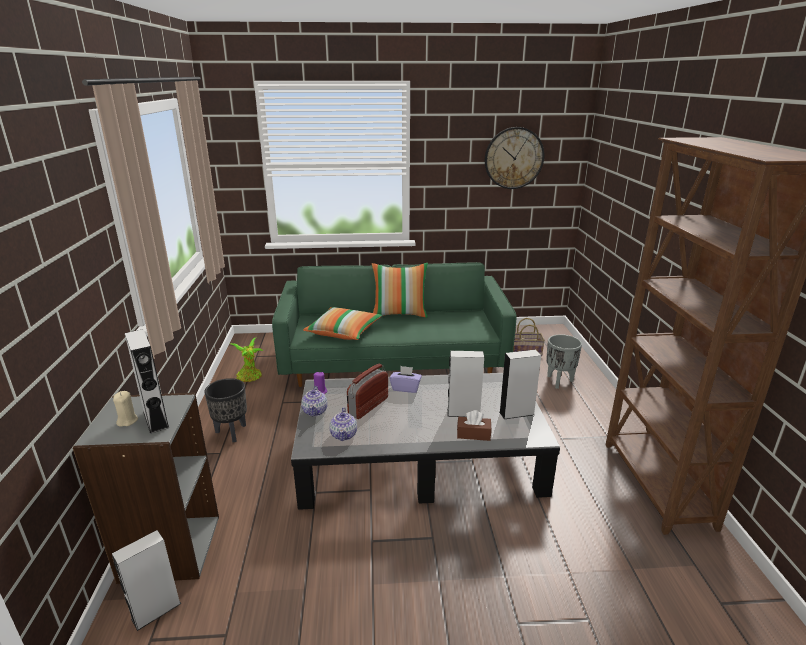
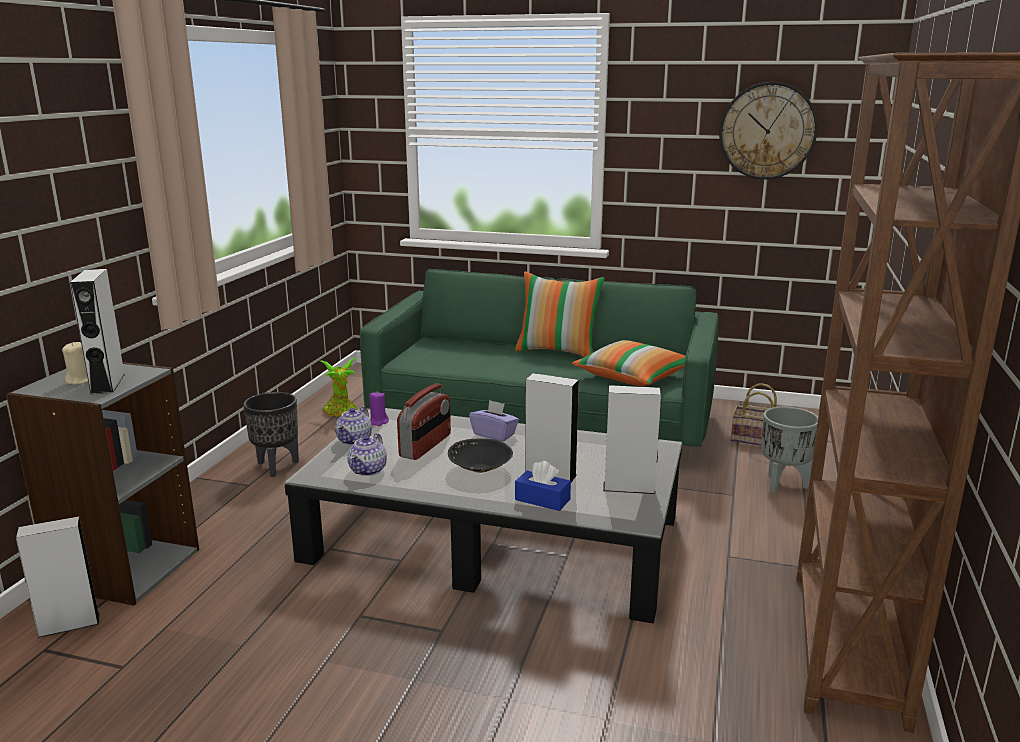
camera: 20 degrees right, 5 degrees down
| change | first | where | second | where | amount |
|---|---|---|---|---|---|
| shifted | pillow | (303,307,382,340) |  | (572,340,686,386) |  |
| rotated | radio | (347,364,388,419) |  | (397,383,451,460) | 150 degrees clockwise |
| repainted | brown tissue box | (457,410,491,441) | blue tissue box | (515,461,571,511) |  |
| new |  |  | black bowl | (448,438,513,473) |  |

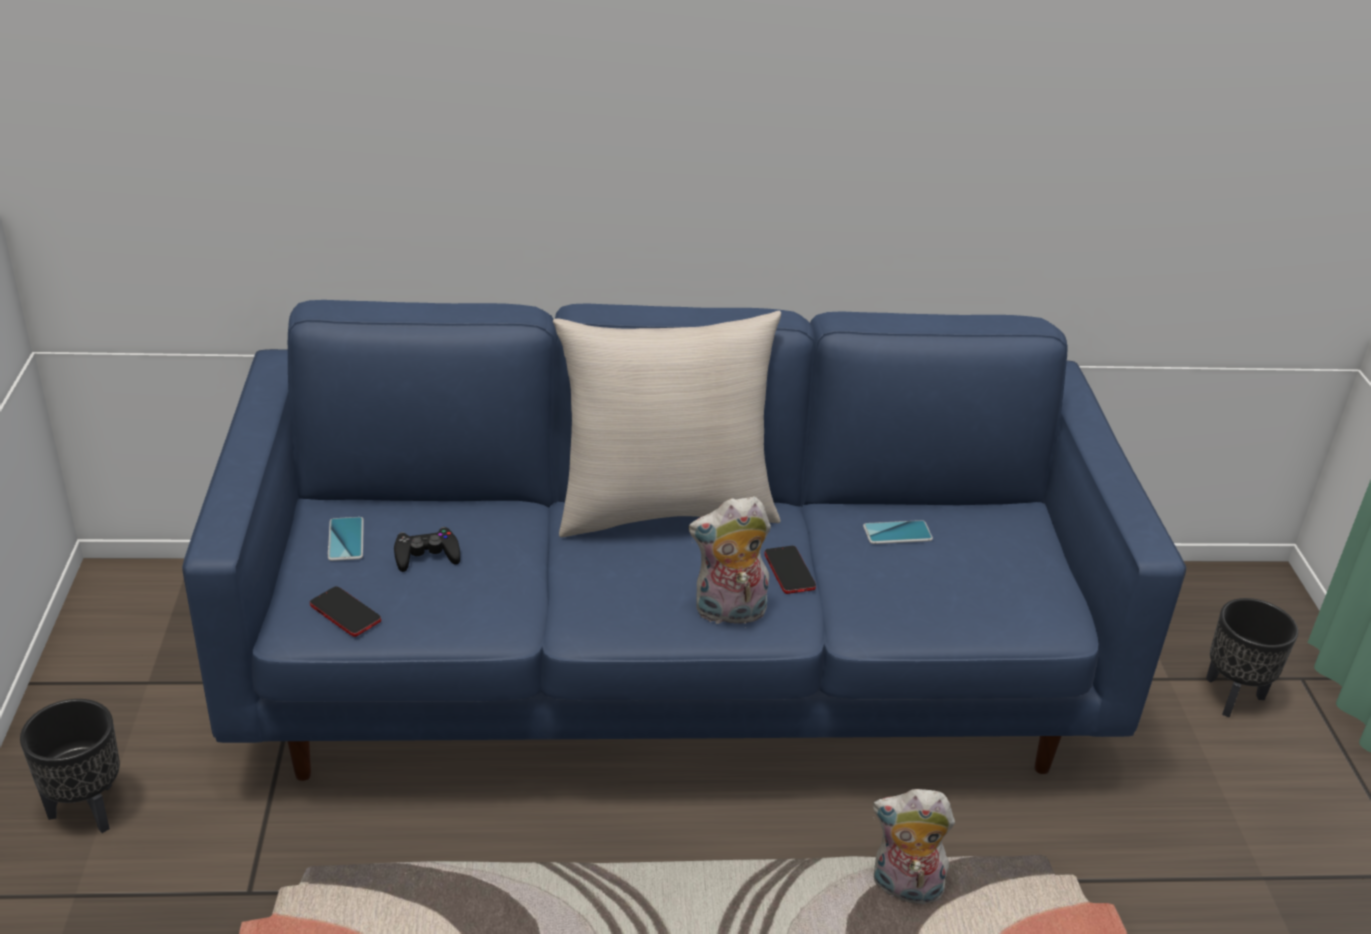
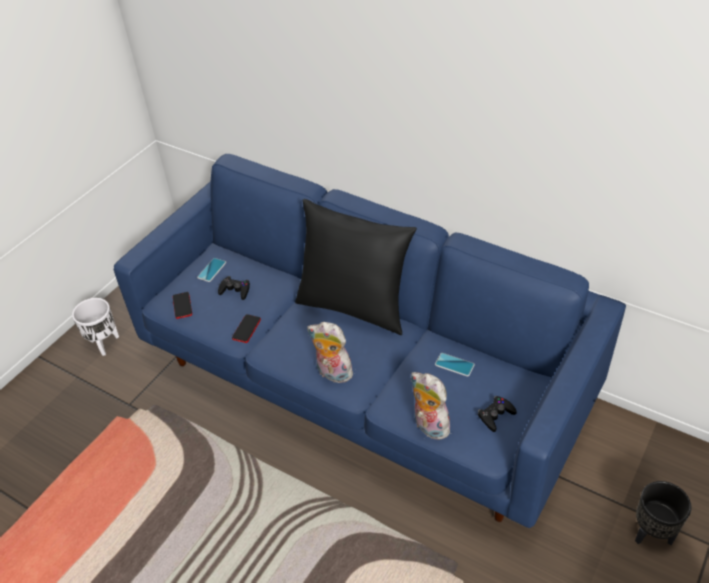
camera: 40 degrees right, 10 degrees up
| change | first | where | second | where | amount |
|---|---|---|---|---|---|
| repainted | beige pillow | (553,311,781,537) | black pillow | (295,199,417,335) |  |
| shifted | phone | (765,546,816,594) |  | (232,314,261,343) |  |
| repainted | black planter | (20,699,120,833) | white planter | (72,298,119,356) |  |
| shifted | plush toy | (873,789,955,904) |  | (411,372,453,440) |  |
| new |  |  | black game controller | (478,396,517,432) |  |

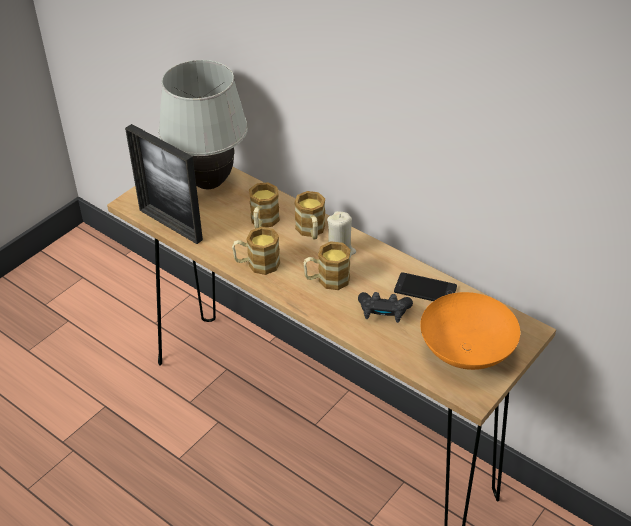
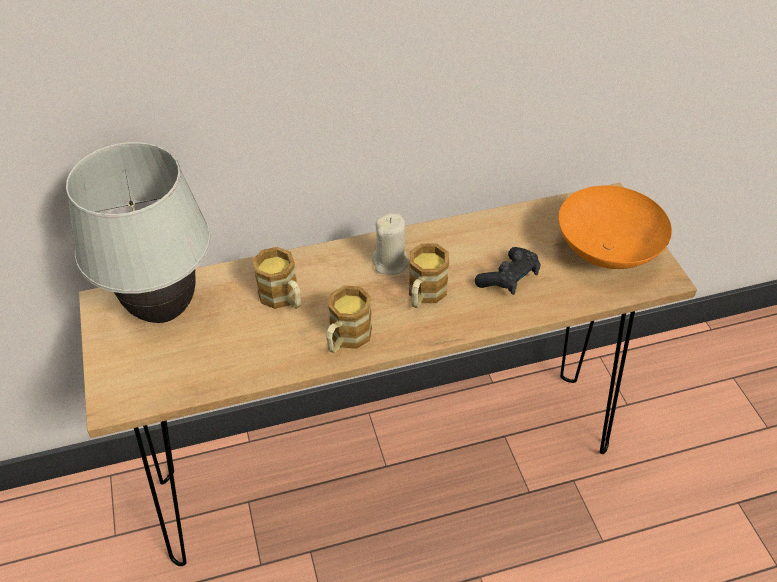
camera: 55 degrees left, 5 degrees up
| change | first | where | second | where | amount |
|---|---|---|---|---|---|
| gone | picture frame | (125,124,203,244) |  |  |  |
| gone | mug | (294,191,325,239) |  |  |  |
| gone | phone | (394,272,457,301) |  |  |  |

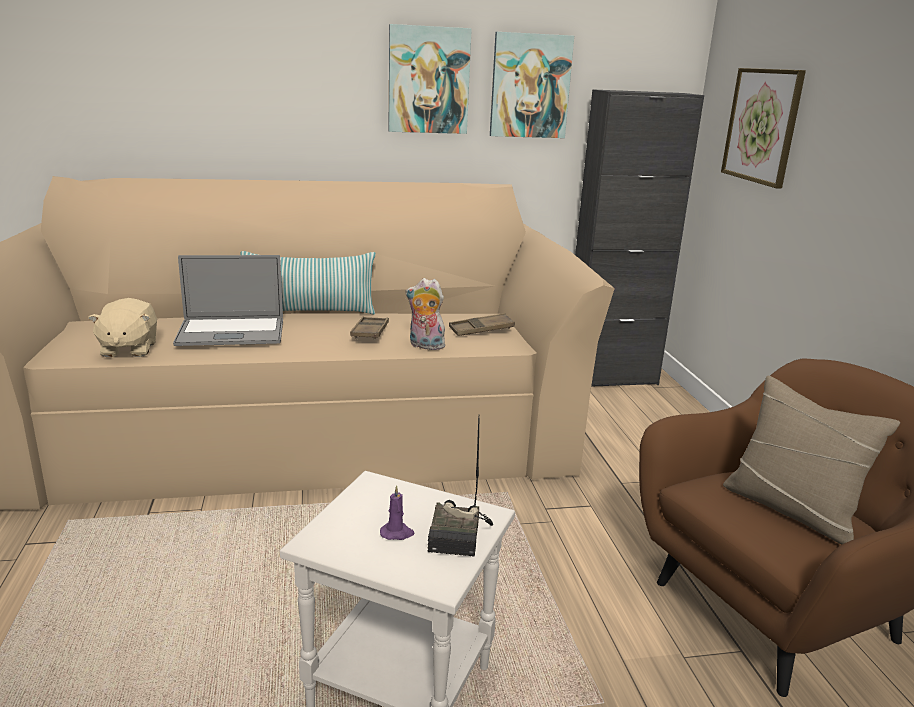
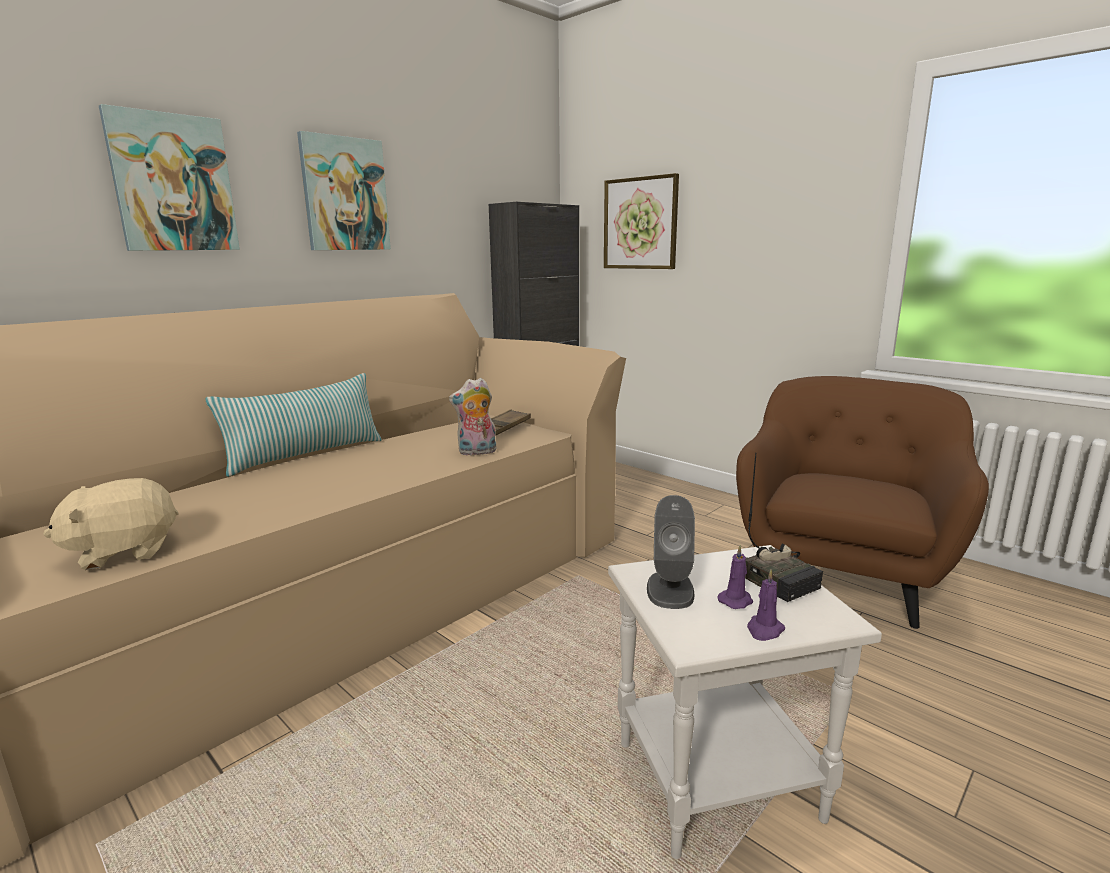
camera: 35 degrees left, 5 degrees down
| change | first | where | second | where | amount |
|---|---|---|---|---|---|
| shifted | picture | (490,32,574,138) |  | (99,104,240,251) |  |
| gone | laptop | (173,255,283,346) |  |  |  |
| rotated | beige plush toy | (88,298,157,357) |  | (43,478,179,570) | 105 degrees clockwise |
| gone | brown tray | (350,317,389,340) |  |  |  |
| gone | beige pillow | (723,376,900,545) |  |  |  |
| new |  |  | grey speaker | (647,495,695,609) |  |
| new |  |  | purple candle | (747,569,785,641) |  |

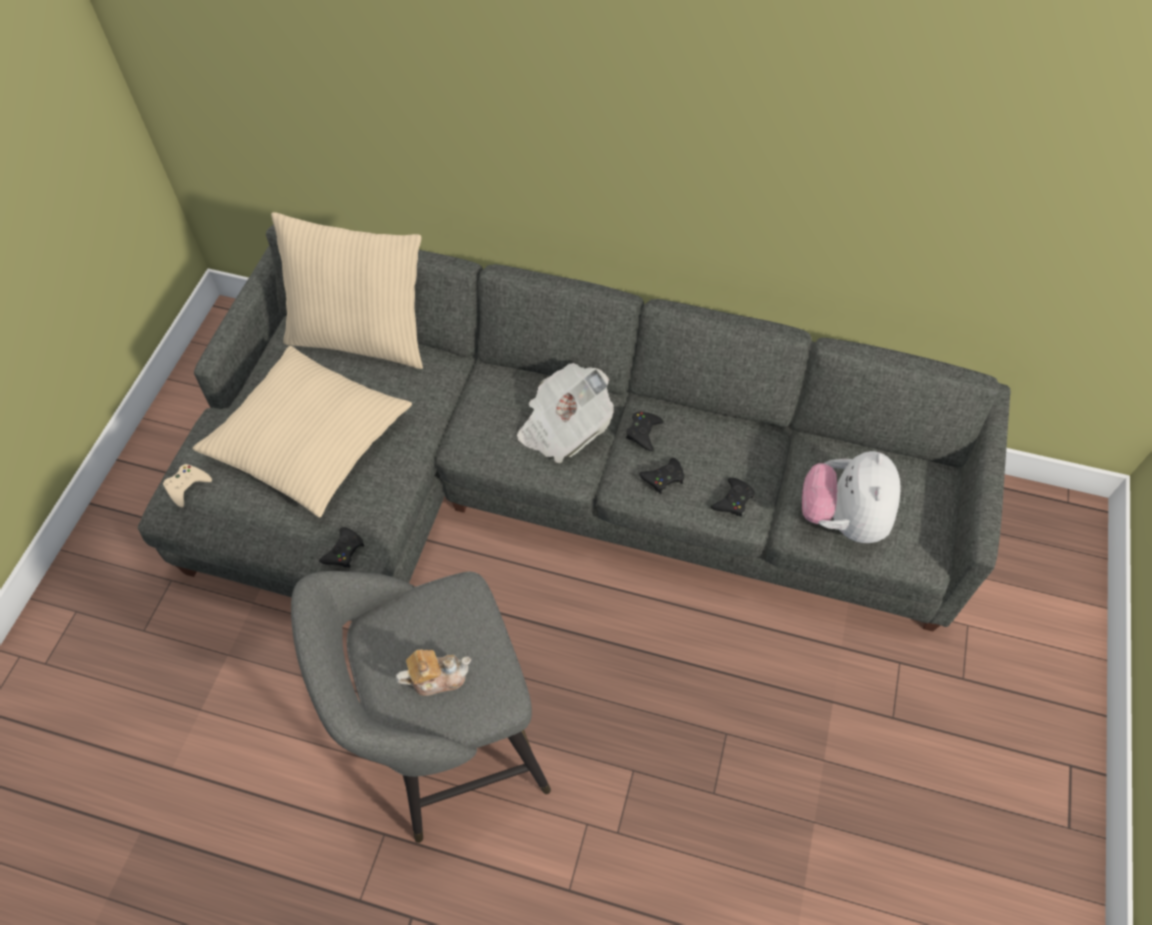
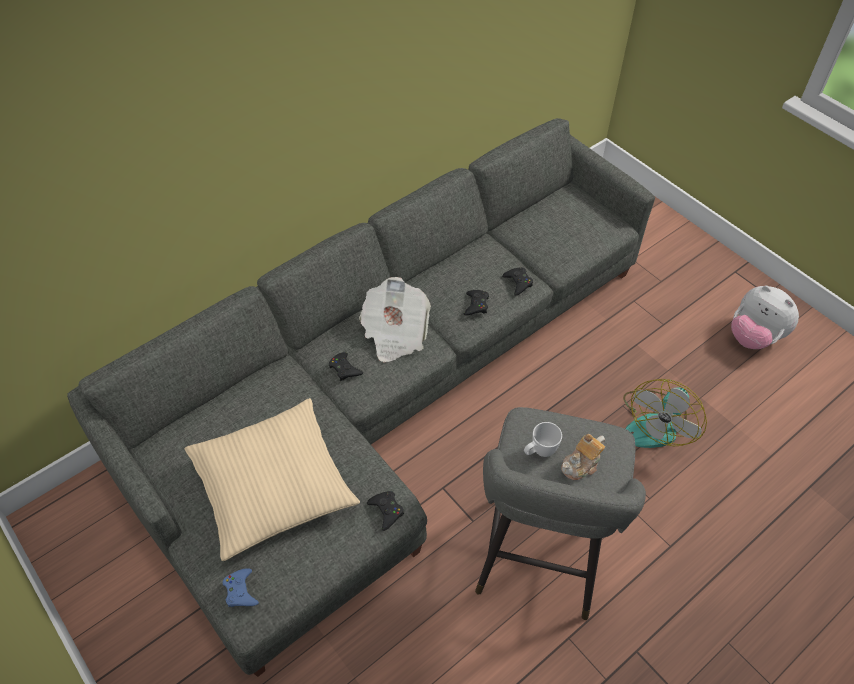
camera: 55 degrees left, 5 degrees down
| change | first | where | second | where | amount |
|---|---|---|---|---|---|
| gone | beige pillow | (271,212,423,369) |  |  |  |
| shifted | black game controller | (626,412,663,451) |  | (329,352,363,381) |  |
| shifted | plush toy | (802,451,901,543) |  | (731,286,799,349) |  |
| repainted | beige game controller | (163,464,212,508) | blue game controller | (223,568,259,607) |  |
| rotated | teapot | (396,649,471,696) |  | (561,434,605,480) | 150 degrees counterclockwise |
| new |  |  | fan | (623,379,707,448) |  |
| new |  |  | white mug | (524,422,562,457) |  |

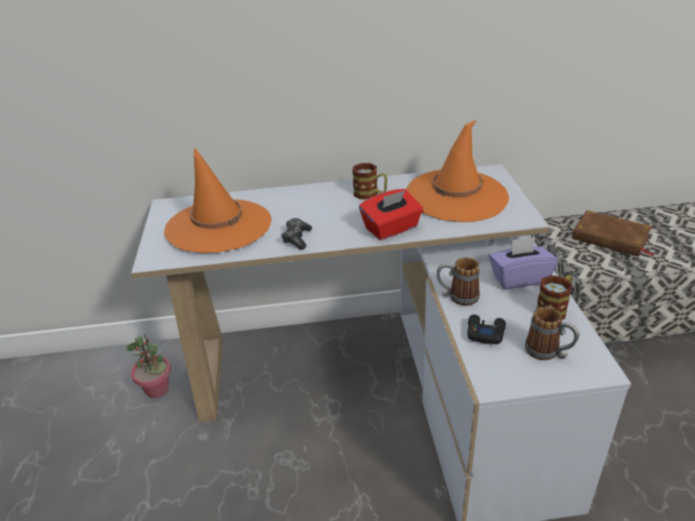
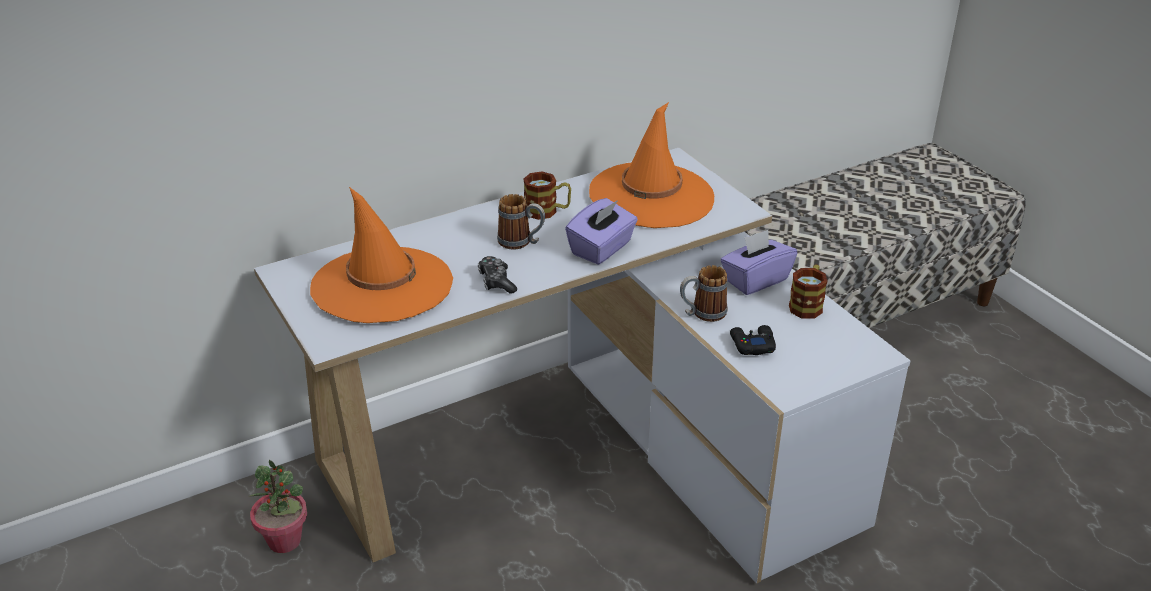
camera: 25 degrees left, 0 degrees up
| change | first | where | second | where | amount |
|---|---|---|---|---|---|
| repainted | red tissue box | (359,189,423,240) | purple tissue box | (565,198,638,265) |  |
| gone | brown book | (572,210,654,257) |  |  |  |
| shifted | mug | (525,306,579,360) |  | (497,194,545,250) |  |

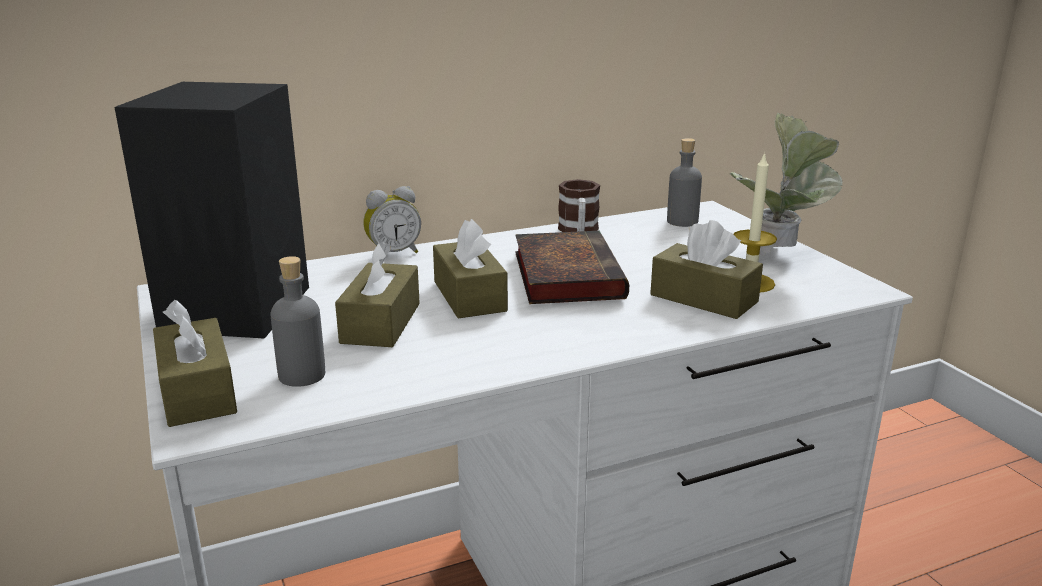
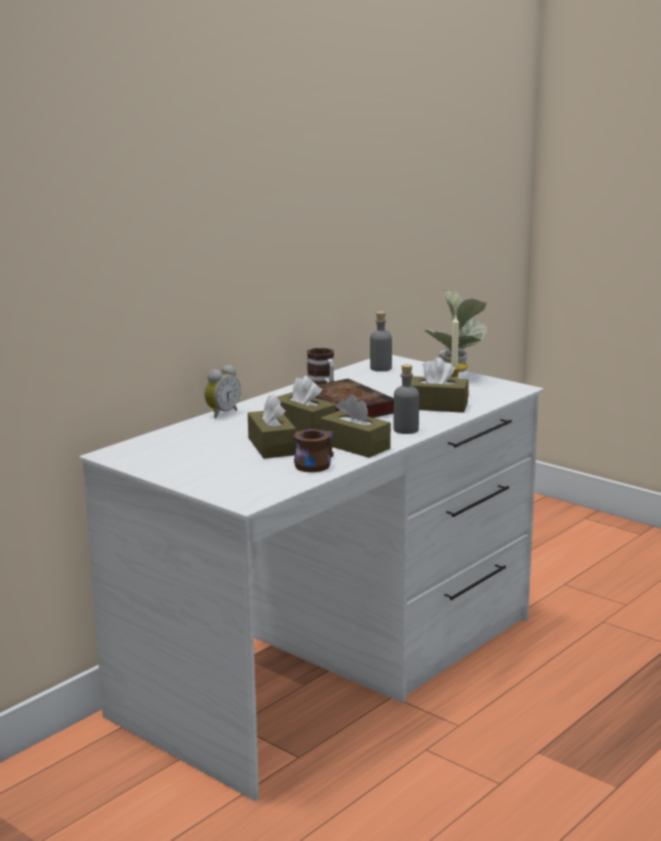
camera: 25 degrees left, 5 degrees down
| change | first | where | second | where | amount |
|---|---|---|---|---|---|
| gone | black speaker | (115,82,309,338) |  |  |  |
| shifted | grey bottle | (270,256,325,387) |  | (394,364,419,434) |  |
| shifted | brown tissue box | (153,300,237,427) |  | (321,395,391,458) |  |
| new |  |  | brown mug | (294,429,334,472) |  |

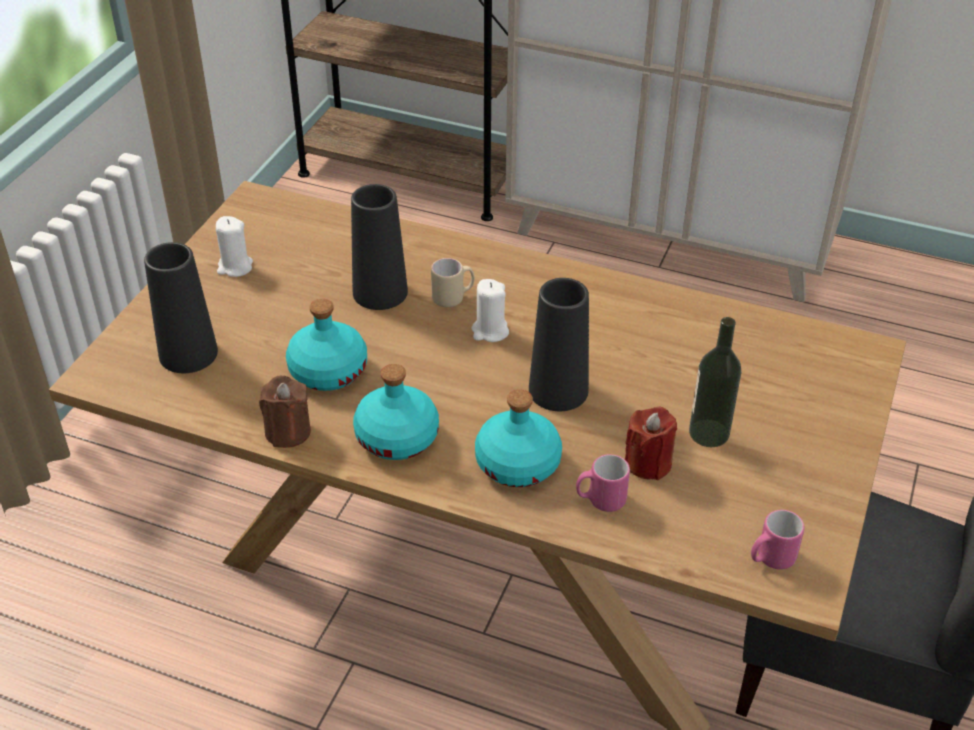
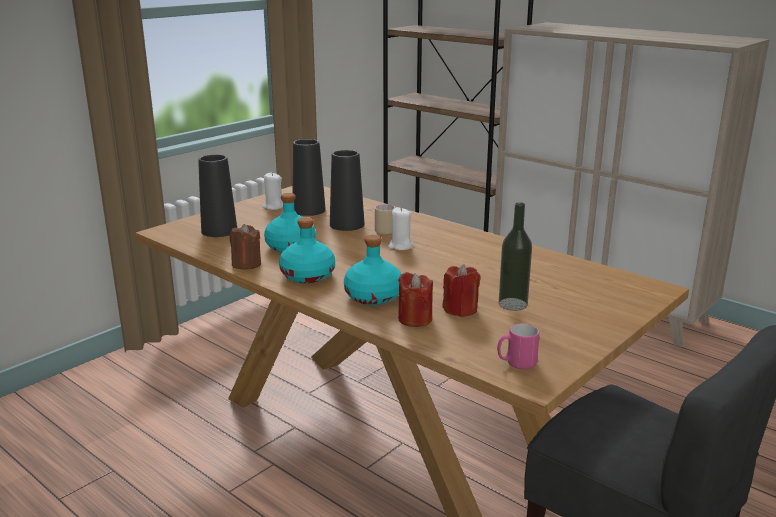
camera: 20 degrees right, 20 degrees down
| change | first | where | second | where | amount |
|---|---|---|---|---|---|
| shifted | black vase | (529,278,589,411) |  | (292,139,326,216) |  |
| swapped | pink mug | (576,454,630,512) | red candle | (398,272,433,327) |  |

